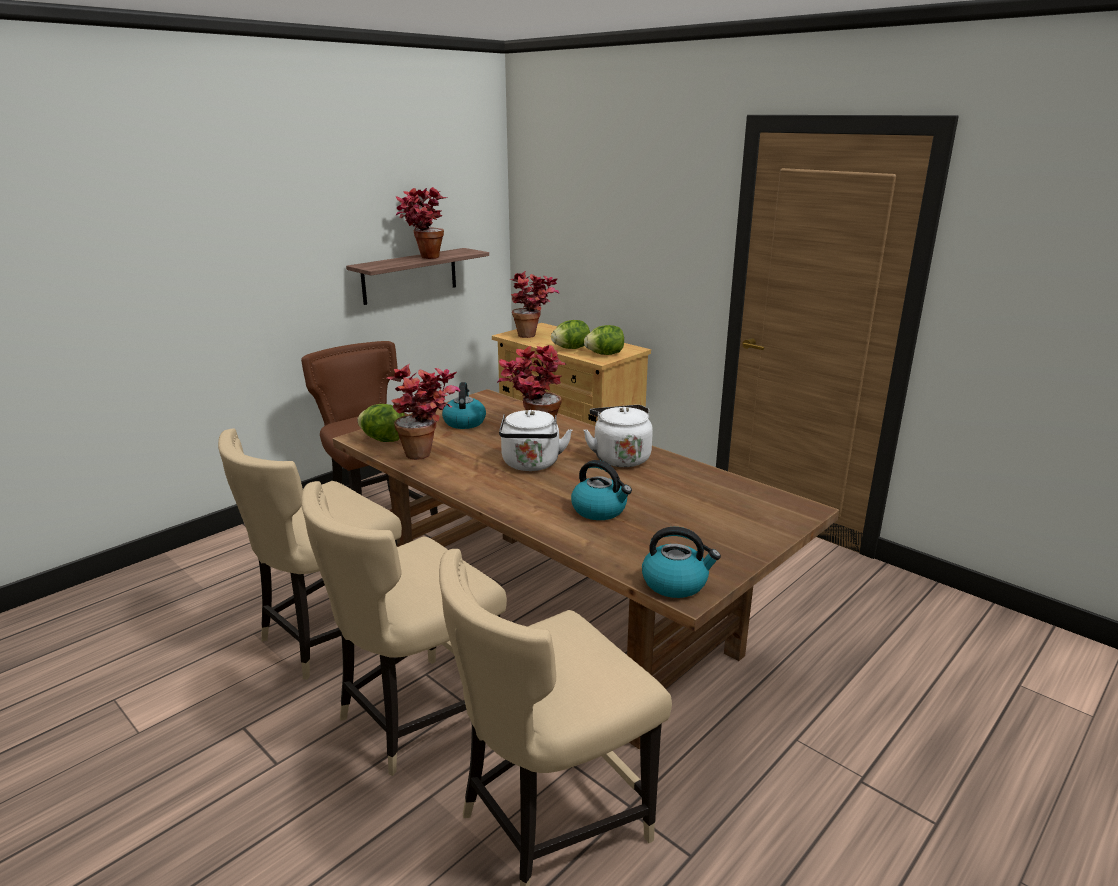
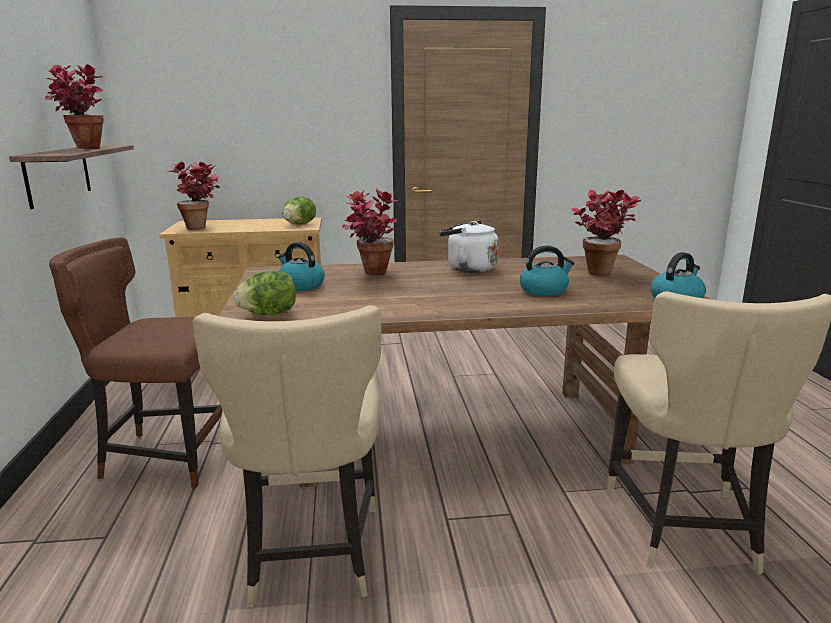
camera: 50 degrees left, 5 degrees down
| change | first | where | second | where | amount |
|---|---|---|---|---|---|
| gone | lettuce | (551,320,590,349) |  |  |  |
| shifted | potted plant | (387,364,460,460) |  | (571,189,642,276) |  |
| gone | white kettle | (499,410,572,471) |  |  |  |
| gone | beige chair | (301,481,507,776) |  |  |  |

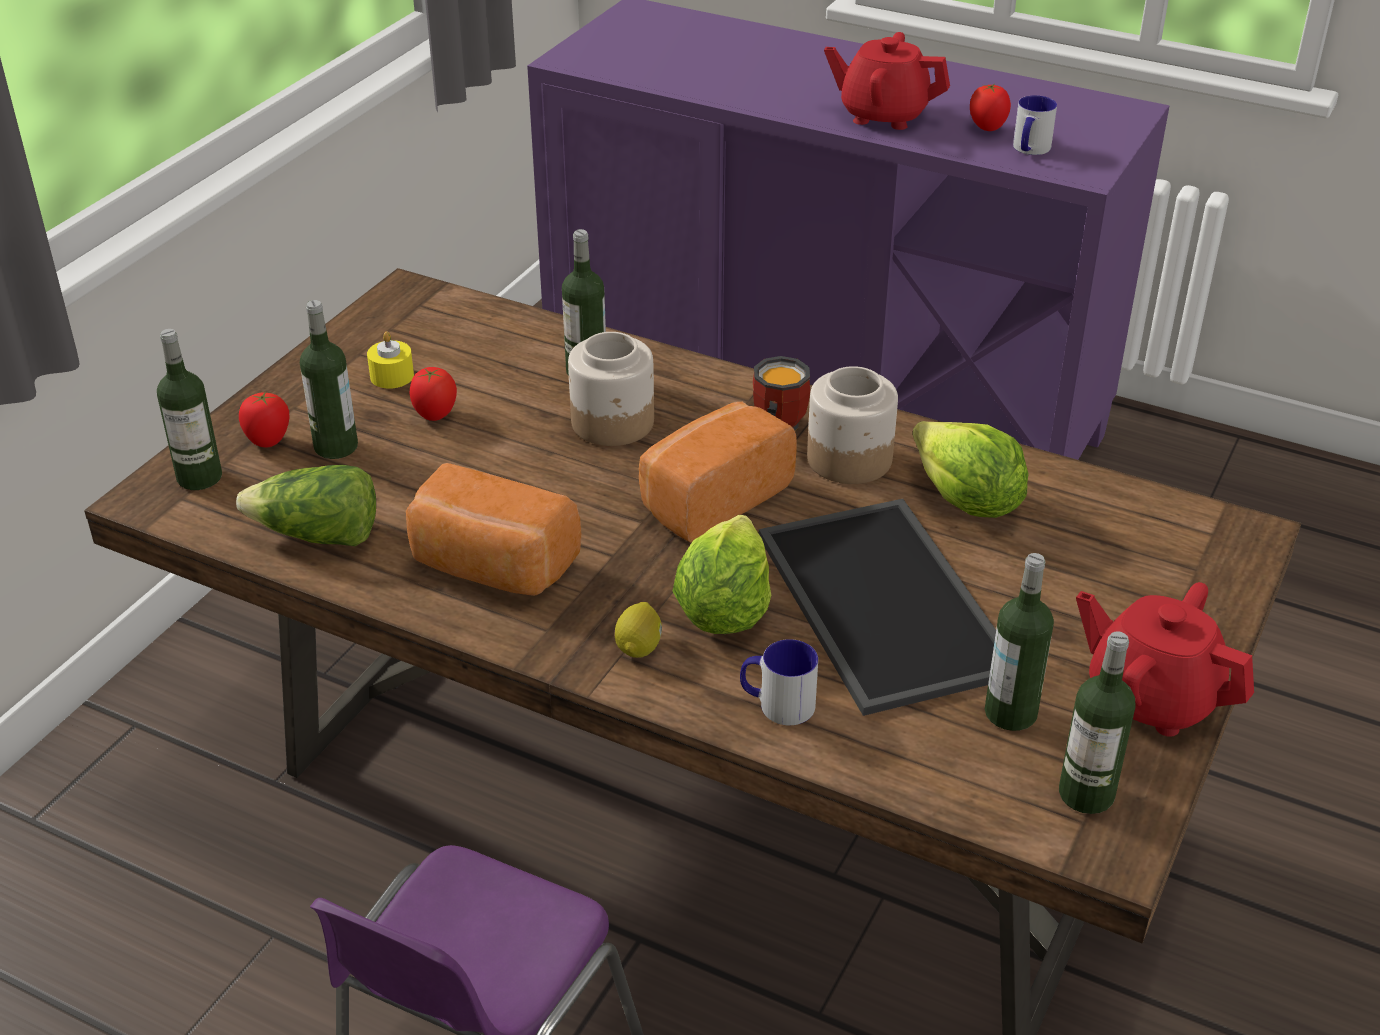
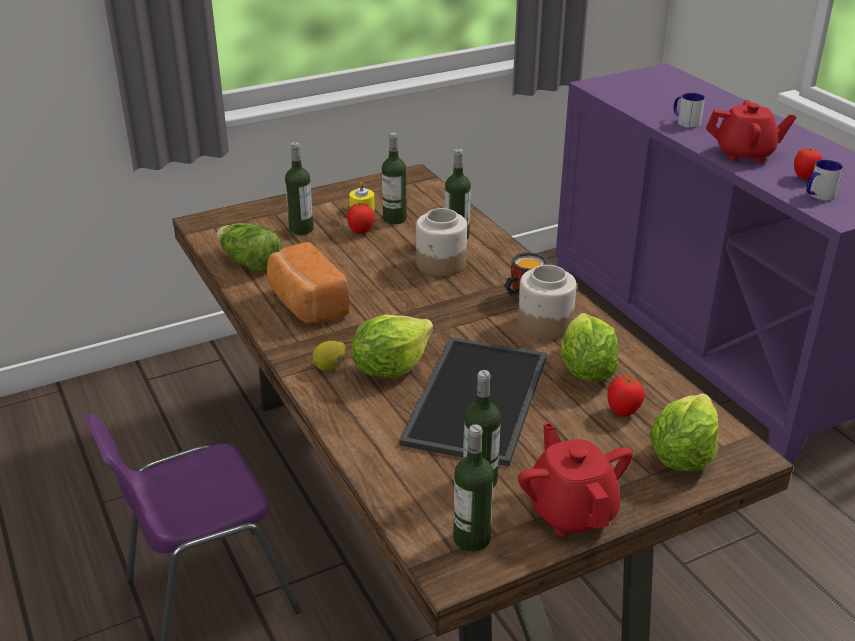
camera: 35 degrees right, 5 degrees down
| change | first | where | second | where | amount |
|---|---|---|---|---|---|
| rotated | red teapot | (824,32,950,130) |  | (706,100,796,163) | 135 degrees clockwise |
| shifted | bottle | (157,329,222,490) |  | (382,132,407,224) |  |
| shifted | tomato | (239,392,289,447) |  | (607,377,645,417) |  |
| gone | bread | (639,402,797,543) |  |  |  |
| shifted | mug | (740,639,818,725) |  | (673,93,705,128) |  |
| new |  |  | lettuce | (649,393,719,471) |  |

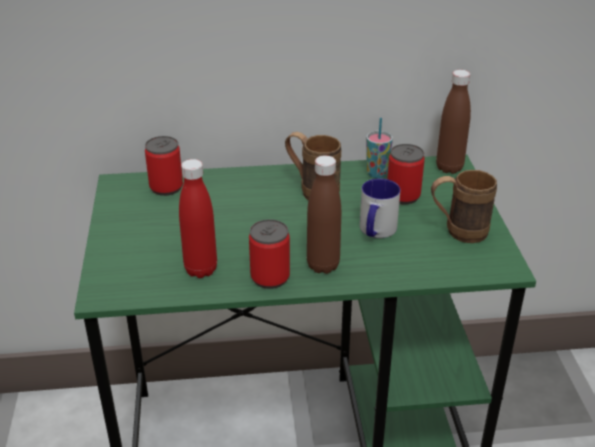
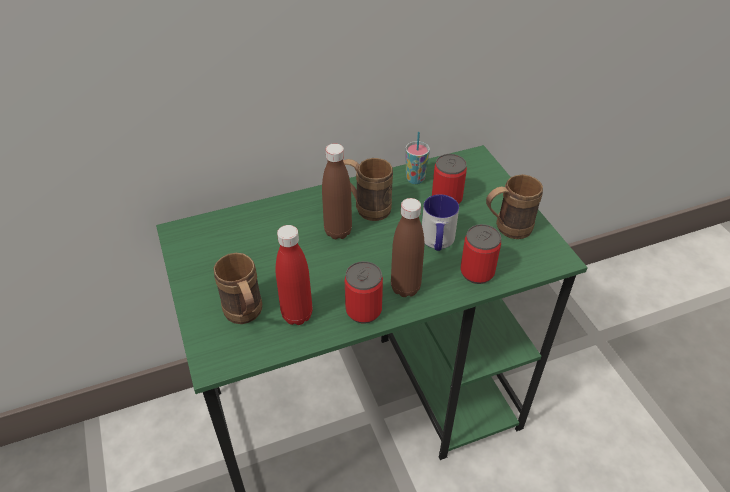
camera: 15 degrees left, 10 degrees up
| change | first | where | second | where | amount |
|---|---|---|---|---|---|
| shifted | brown bottle | (436,70,471,174) |  | (322,143,352,239) |  |
| shifted | can | (145,136,183,196) |  | (461,224,501,284) |  |
| new |  |  | brown mug | (213,253,262,324) |  |

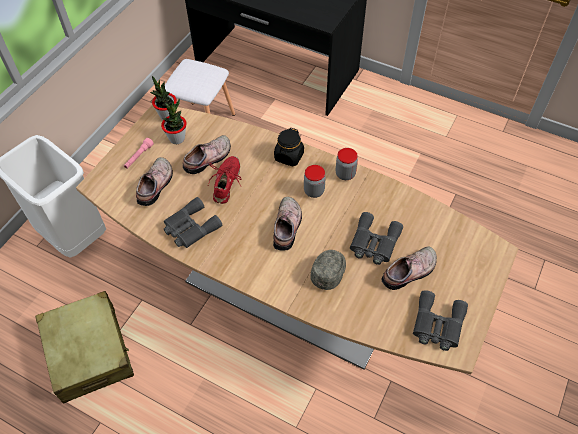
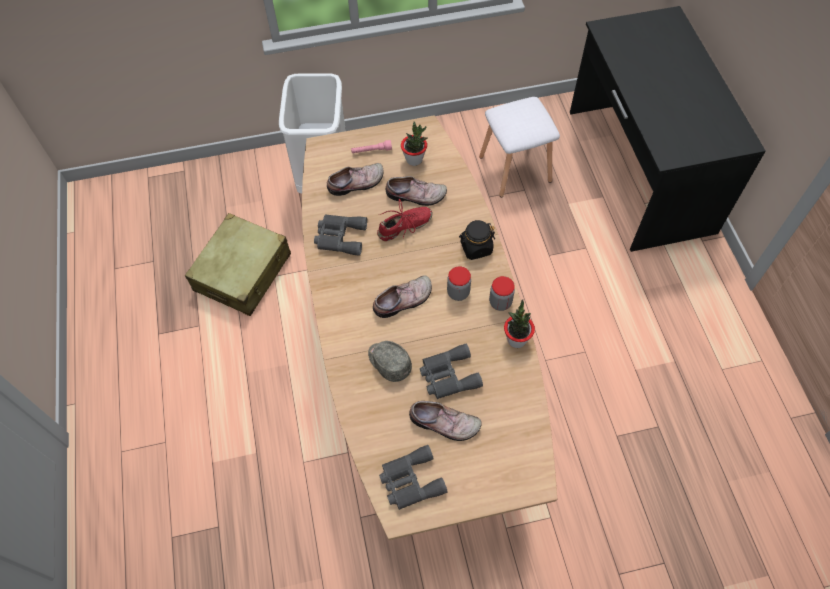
camera: 50 degrees right, 5 degrees up
| change | first | where | second | where | amount |
|---|---|---|---|---|---|
| shifted | potted plant | (150,76,177,120) |  | (504,299,535,348) |  |
| rotated | grey cap | (310,250,346,290) |  | (368,341,412,382) | 120 degrees counterclockwise |

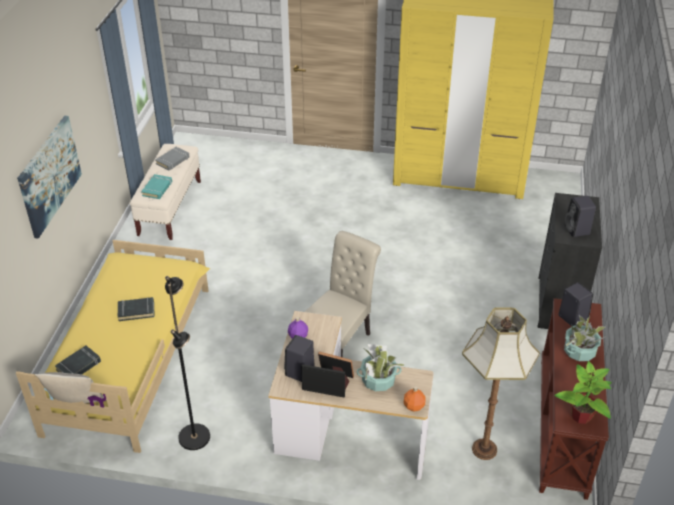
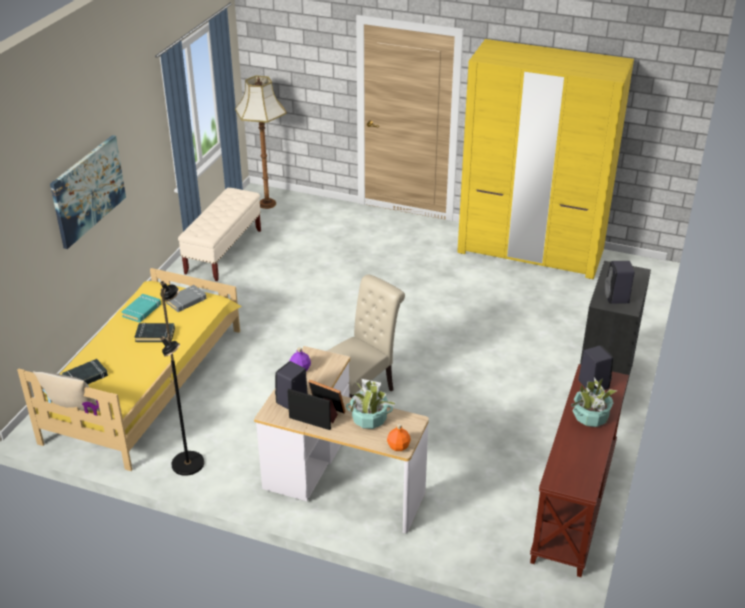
camera: 10 degrees right, 5 degrees down
| change | first | where | second | where | amount |
|---|---|---|---|---|---|
| shifted | grey book | (155,147,190,170) |  | (166,285,207,312) |  |
| shifted | turquoise book | (141,174,172,199) |  | (122,294,161,323) |  |
| shifted | floor lamp | (462,308,540,460) |  | (235,76,287,209) |  |
| gone | potted plant | (554,361,612,424) |  |  |  |

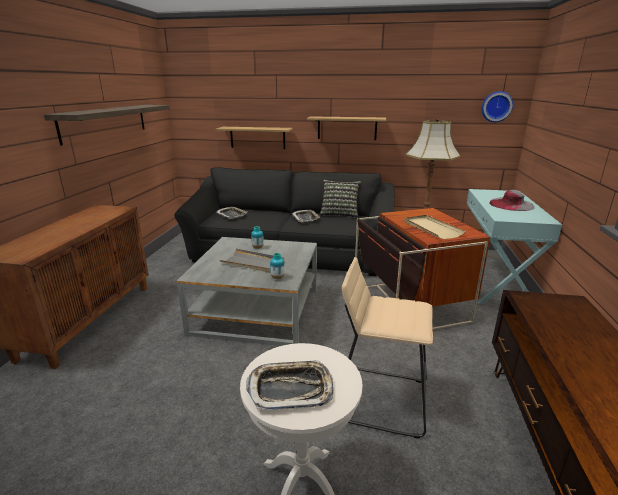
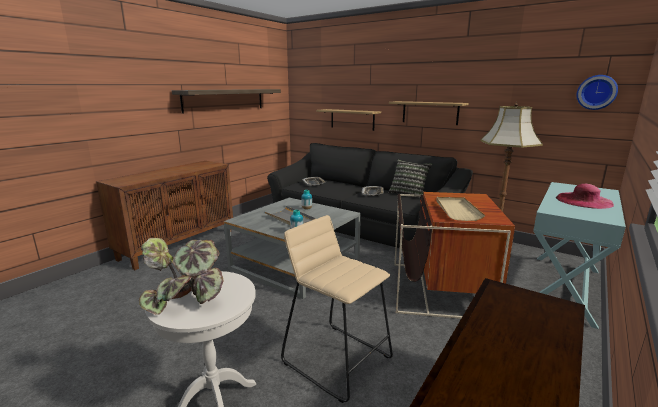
camera: 25 degrees right, 5 degrees down
| change | first | where | second | where | amount |
|---|---|---|---|---|---|
| repainted | grey hat | (490,190,535,211) | pink hat | (556,184,614,209) |  |
| swapped | tray | (246,360,333,410) | potted plant | (139,238,223,315) |  |

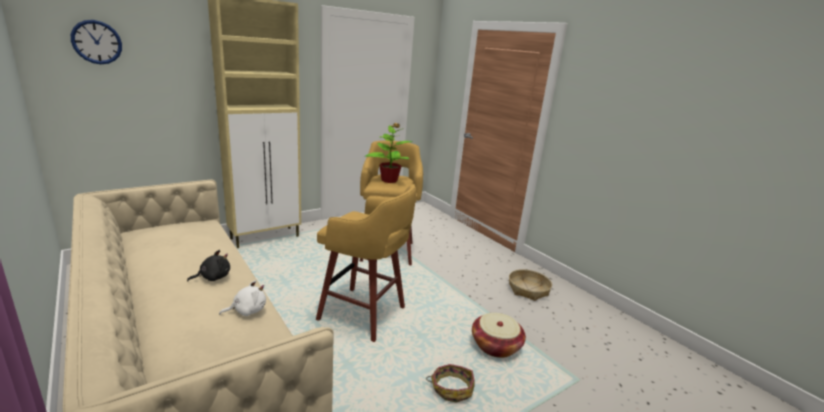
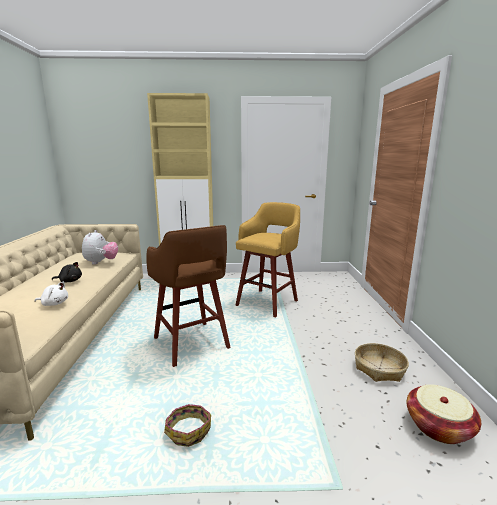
camera: 35 degrees right, 5 degrees down
| change | first | where | second | where | amount |
|---|---|---|---|---|---|
| gone | wall clock | (71,20,122,64) |  |  |  |
| gone | potted plant | (365,126,413,183) |  |  |  |
| repainted | yellow stool | (316,184,416,342) | brown stool | (146,225,231,367) |  |
| shifted | basket | (472,313,526,358) |  | (406,384,481,444) |  |
| new |  |  | plush toy | (82,230,118,265) |  |

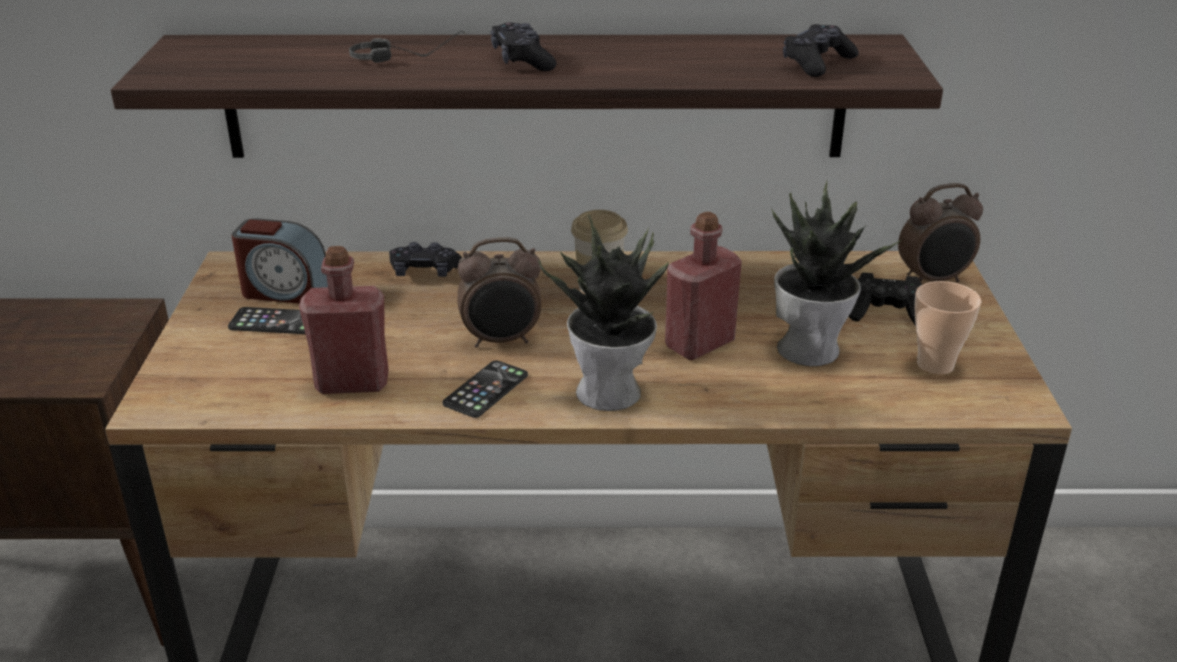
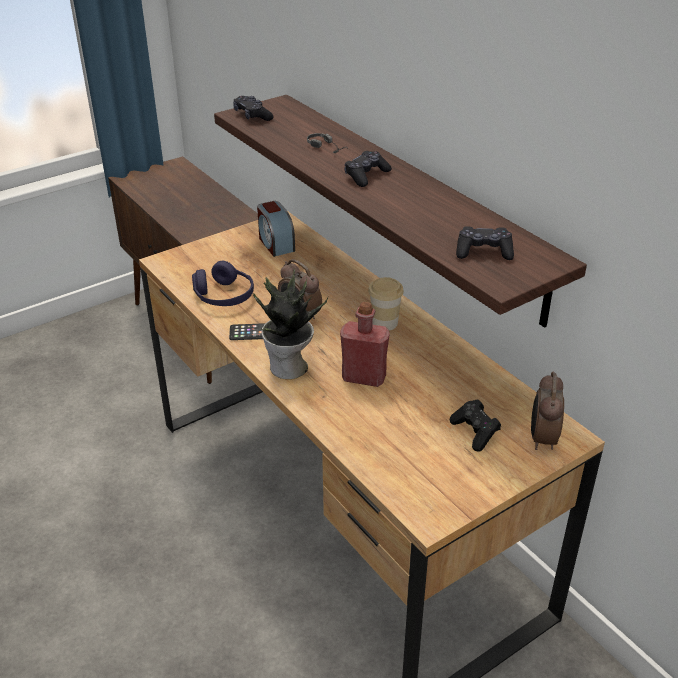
camera: 55 degrees right, 5 degrees up
| change | first | where | second | where | amount |
|---|---|---|---|---|---|
| gone | potted plant | (770,180,903,366) |  |  |  |
| rotated | alarm clock | (898,183,983,282) |  | (531,372,564,450) | 60 degrees clockwise |
| shifted | black game controller | (389,242,462,277) |  | (233,96,274,121) |  |
| swapped | red bottle | (299,246,389,394) | purple headphones | (192,261,254,306) |  |
| gone | cup | (914,281,982,375) |  |  |  |
| gone | phone | (228,307,305,334) |  |  |  |

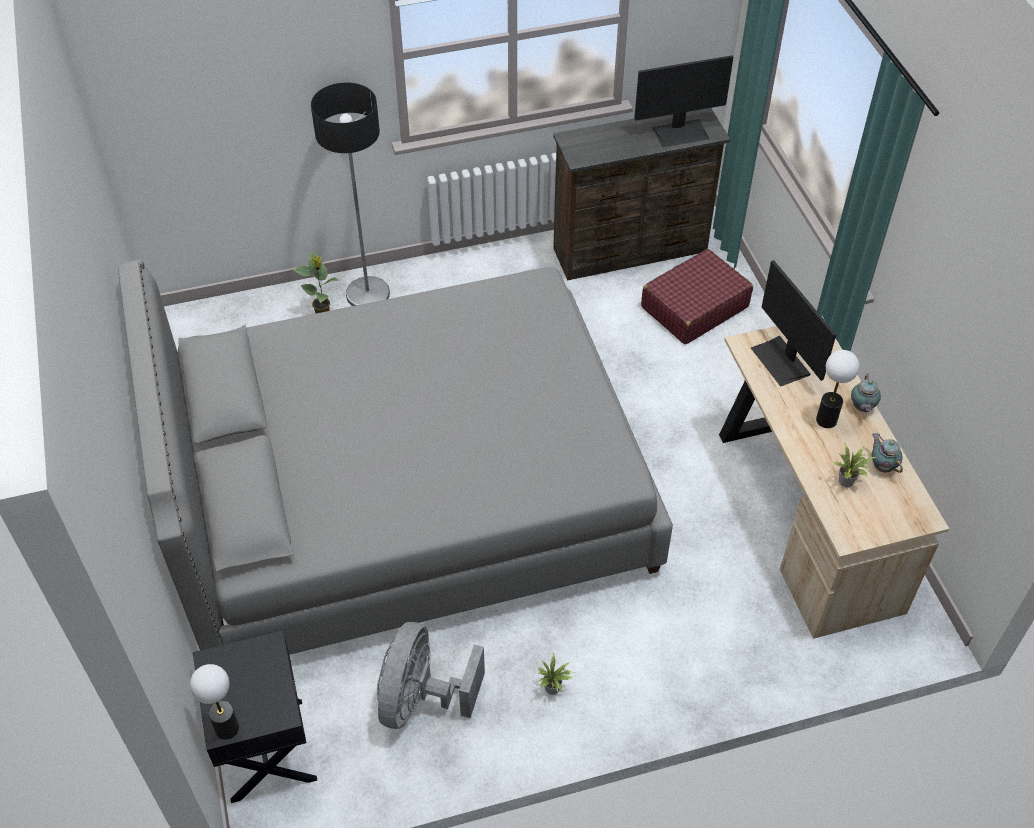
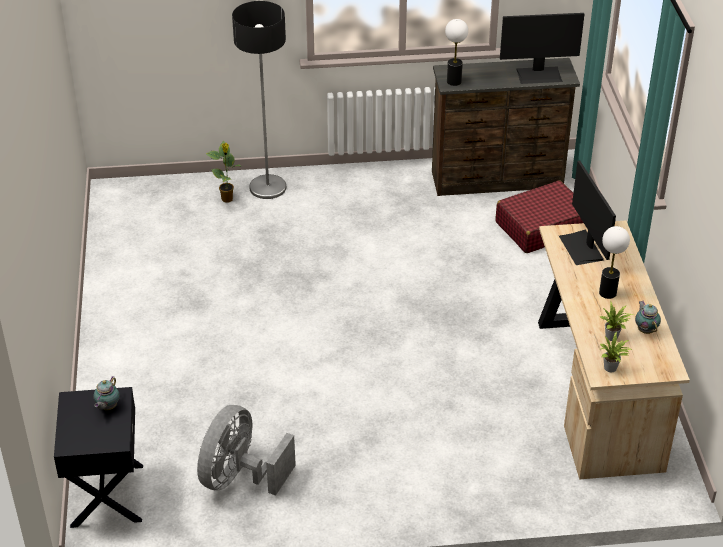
camera: 10 degrees right, 10 degrees down
| change | first | where | second | where | amount |
|---|---|---|---|---|---|
| gone | grey bed | (118,260,673,655) |  |  |  |
| shifted | teapot | (851,373,881,412) |  | (94,377,120,410) |  |
| shifted | potted plant | (537,653,574,695) |  | (599,332,631,372) |  |
| shifted | table lamp | (190,664,239,740) |  | (445,19,468,86) |  |

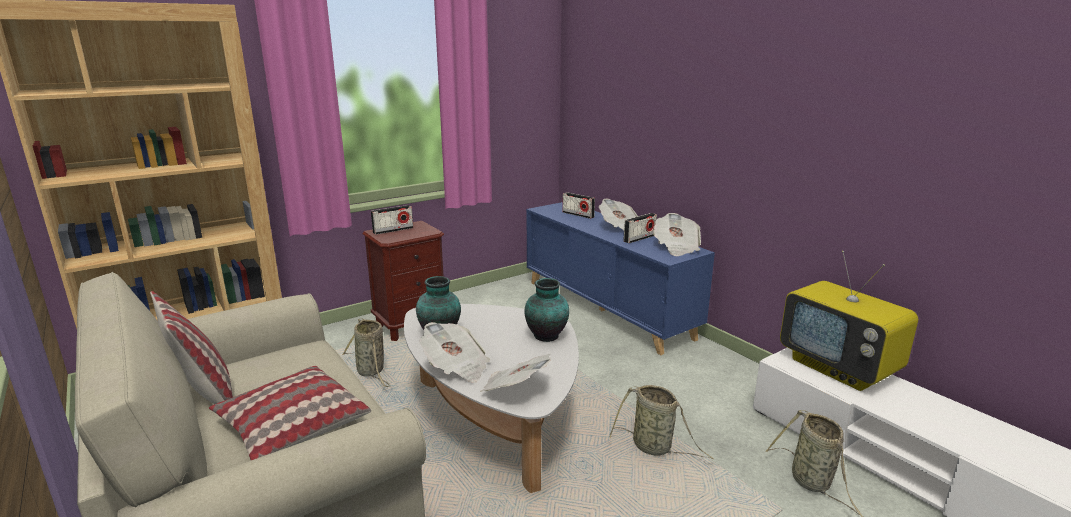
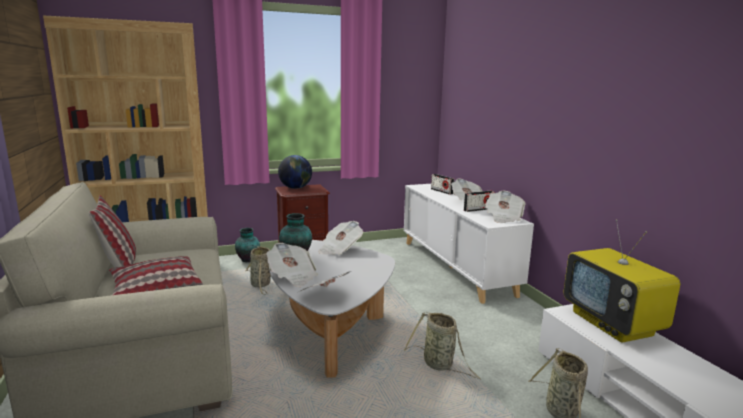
camera: 15 degrees right, 5 degrees down
| change | first | where | second | where | amount |
|---|---|---|---|---|---|
| repainted | blue cabinet | (526,202,715,355) | white cabinet | (404,184,534,304) |  |
| swapped | radio | (371,205,413,235) | globe | (278,155,312,189) |  |
| shifted | vase | (524,278,569,342) |  | (235,228,260,262) |  |
| new |  |  | newspaper | (318,221,363,255) |  |

